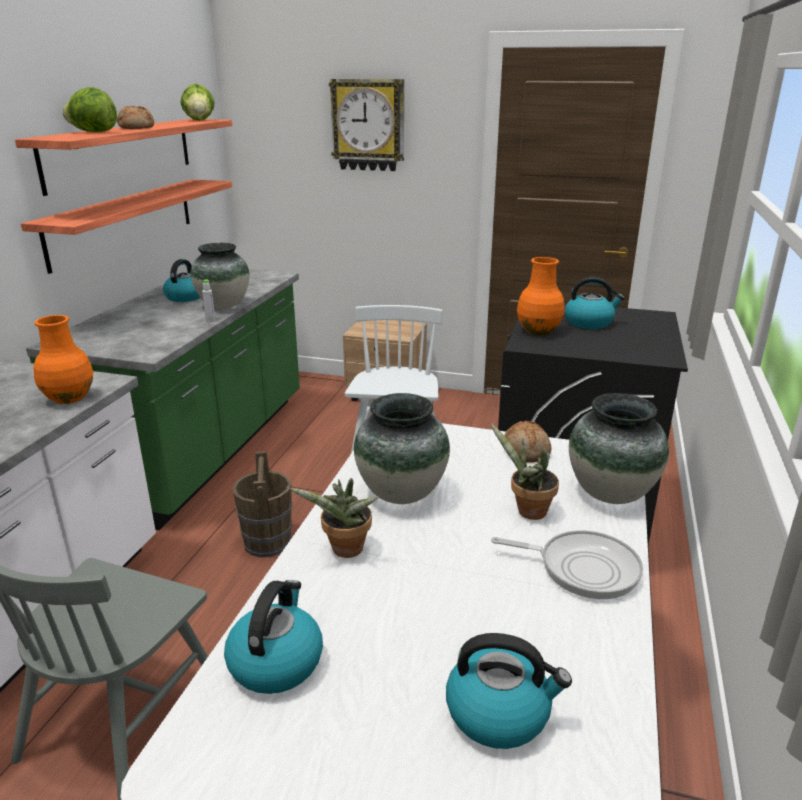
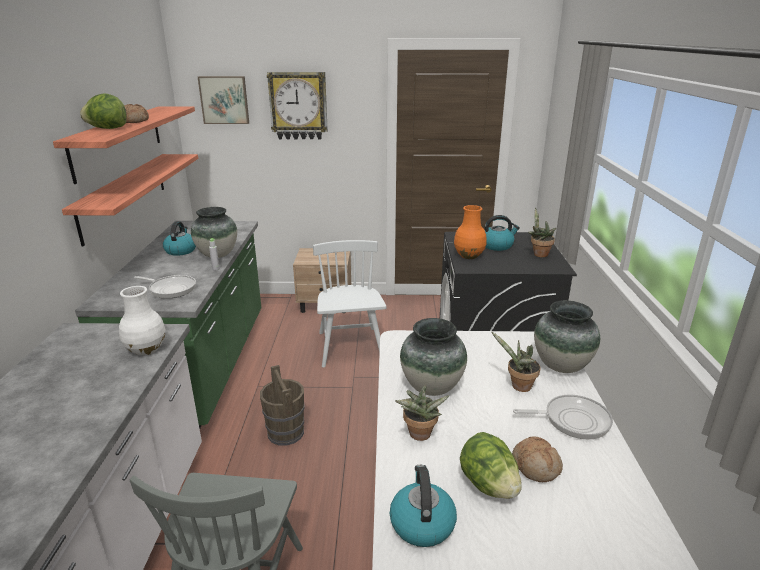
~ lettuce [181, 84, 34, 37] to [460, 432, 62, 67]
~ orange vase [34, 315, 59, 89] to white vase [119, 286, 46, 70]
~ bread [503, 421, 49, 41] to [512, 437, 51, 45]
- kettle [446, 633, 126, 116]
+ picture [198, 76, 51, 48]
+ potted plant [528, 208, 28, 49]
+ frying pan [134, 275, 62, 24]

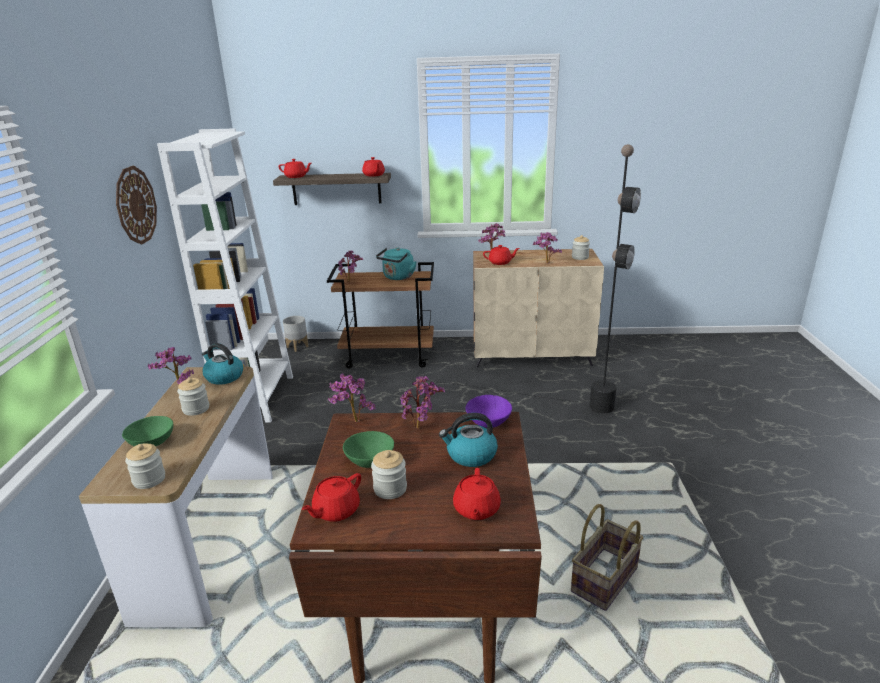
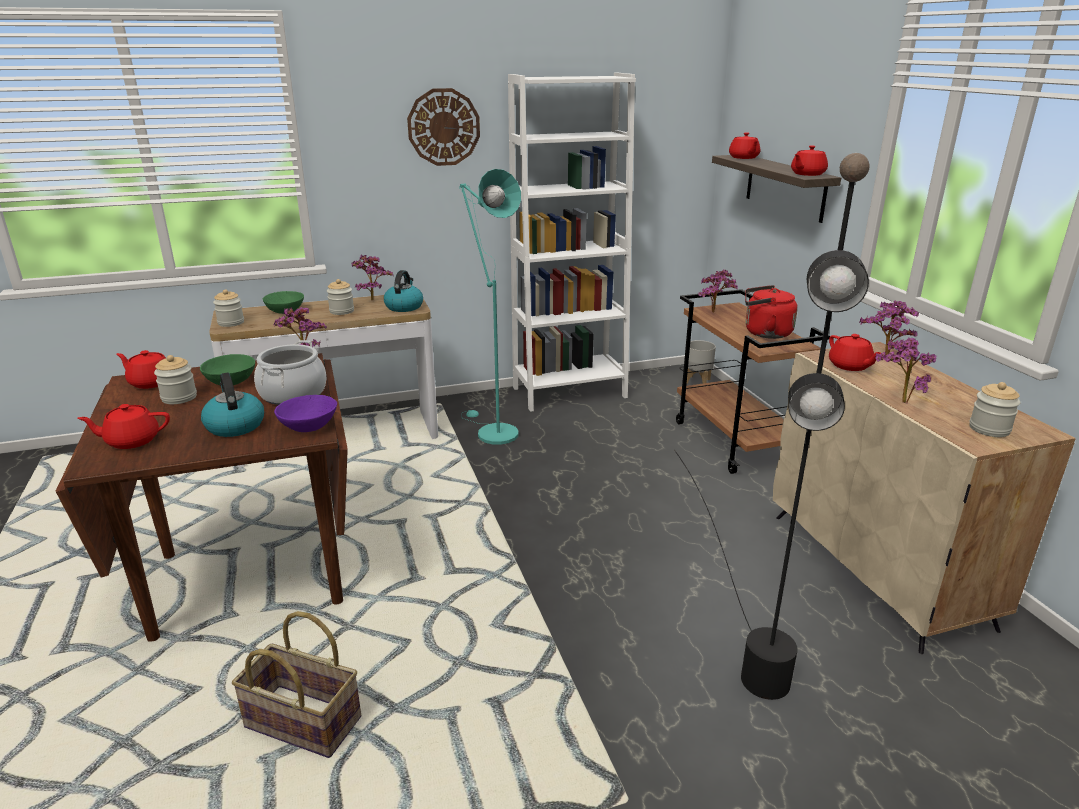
~ turquoise kettle [376, 248, 41, 32] to red kettle [745, 285, 53, 54]
~ potted plant [400, 376, 45, 53] to cooking pot [254, 340, 72, 65]
+ turquoise floor lamp [459, 169, 62, 276]

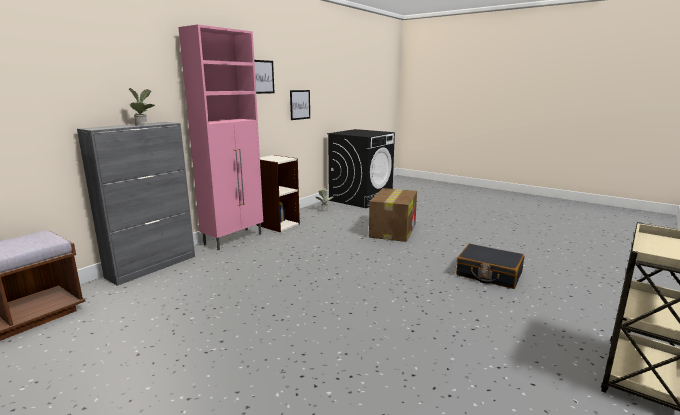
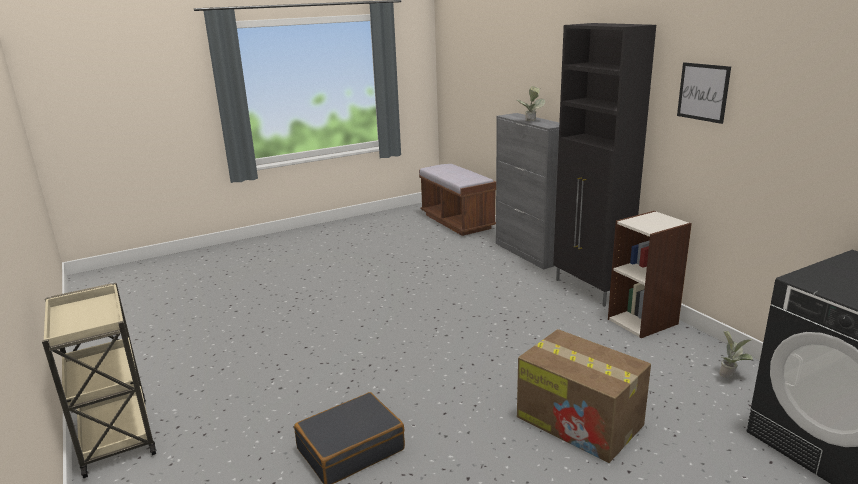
~ pink cabinet [178, 25, 85, 225] to black cabinet [553, 23, 103, 284]
- picture [290, 90, 20, 30]

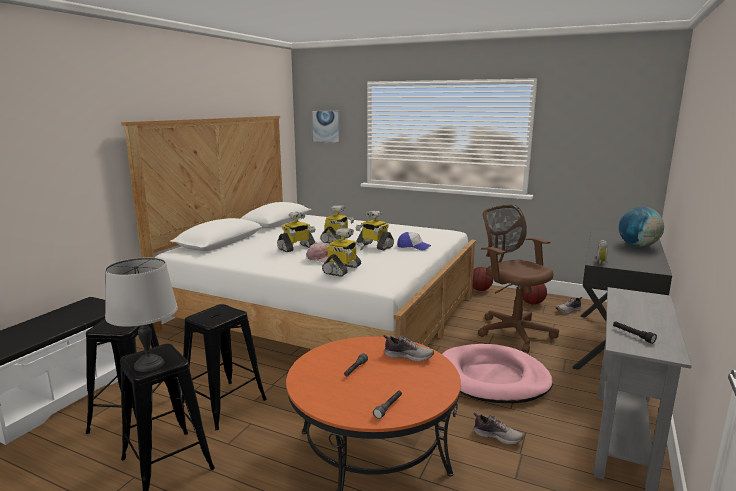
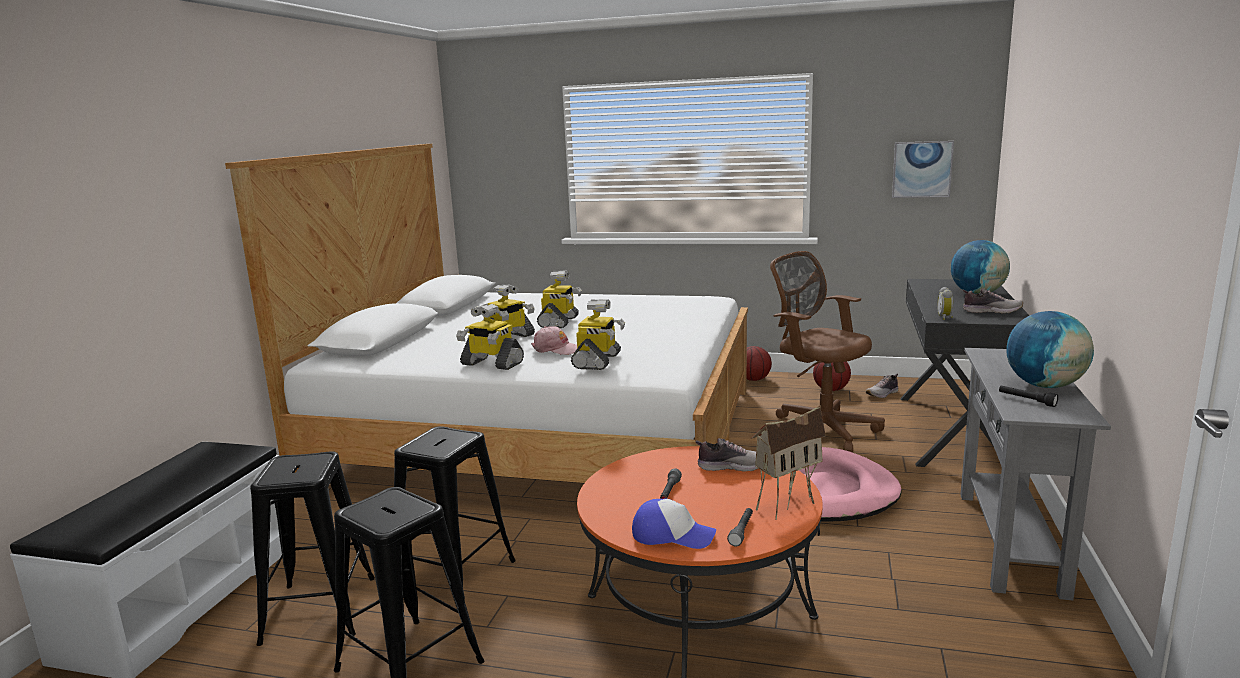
~ picture [311, 110, 30, 33] to [892, 141, 62, 57]
~ toy robot [355, 210, 39, 40] to [456, 304, 68, 66]
~ cap [397, 232, 34, 18] to [632, 498, 84, 51]
- grey table lamp [105, 257, 73, 115]
~ shoe [474, 413, 50, 32] to [963, 288, 60, 25]
+ globe [1006, 311, 88, 77]
+ toy house [751, 405, 75, 115]

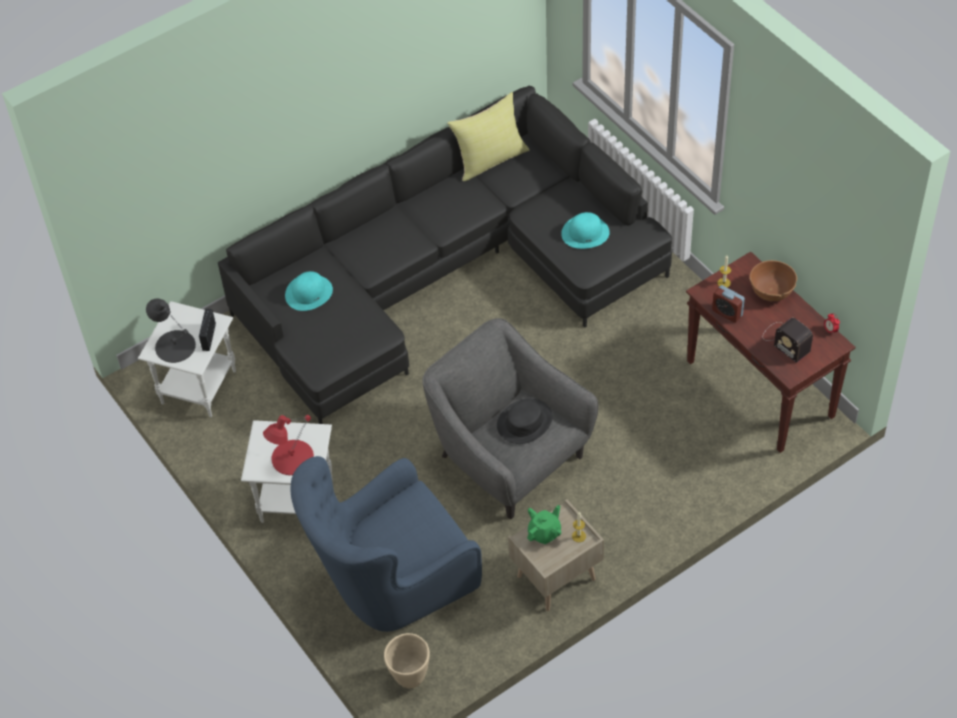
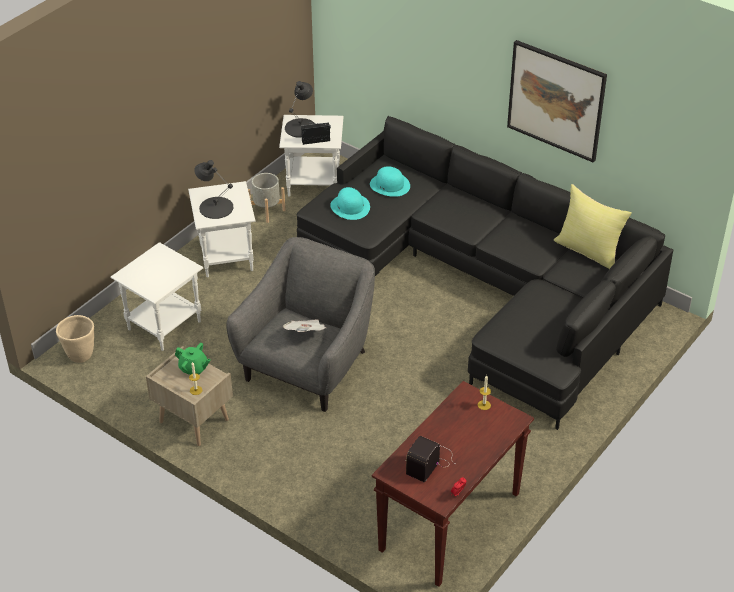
~ turquoise hat [561, 212, 49, 37] to [330, 187, 40, 33]
- brown bowl [749, 260, 48, 42]
- alarm clock [712, 285, 33, 38]
~ black hat [497, 398, 56, 46] to newspaper [283, 319, 43, 13]
~ red table lamp [263, 415, 51, 60] to black table lamp [194, 160, 39, 59]
~ blue armchair [290, 456, 192, 176] to white side table [110, 242, 93, 109]
+ picture [507, 40, 100, 122]
+ grey planter [248, 173, 37, 50]

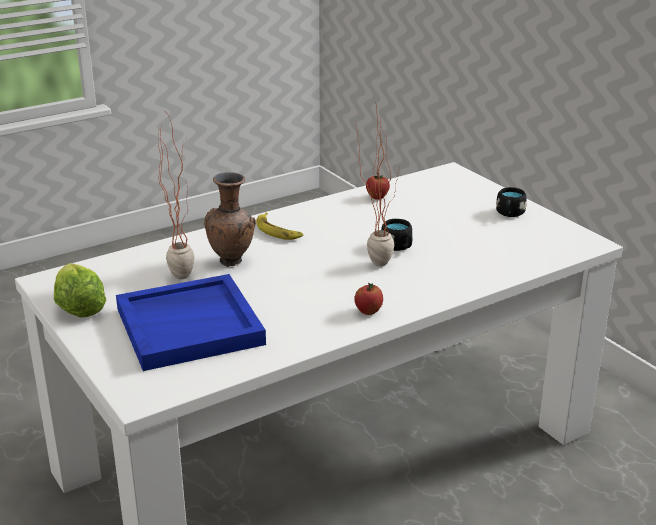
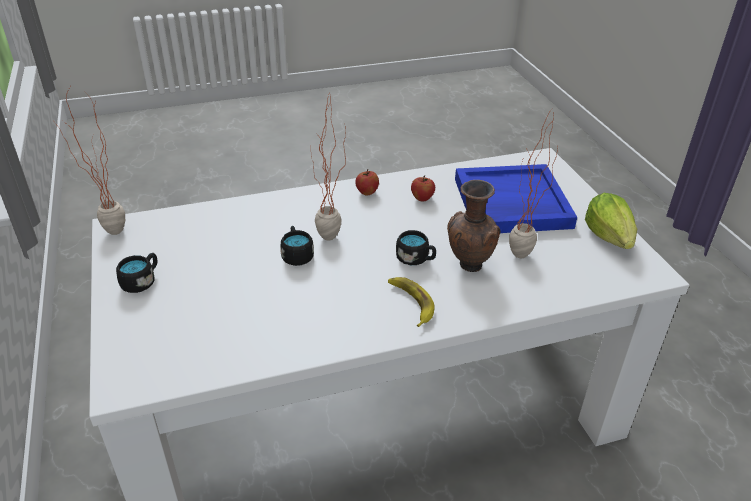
~ apple [366, 173, 24, 27] to [411, 175, 24, 27]
+ potted plant [53, 87, 72, 148]
+ black mug [396, 230, 40, 35]

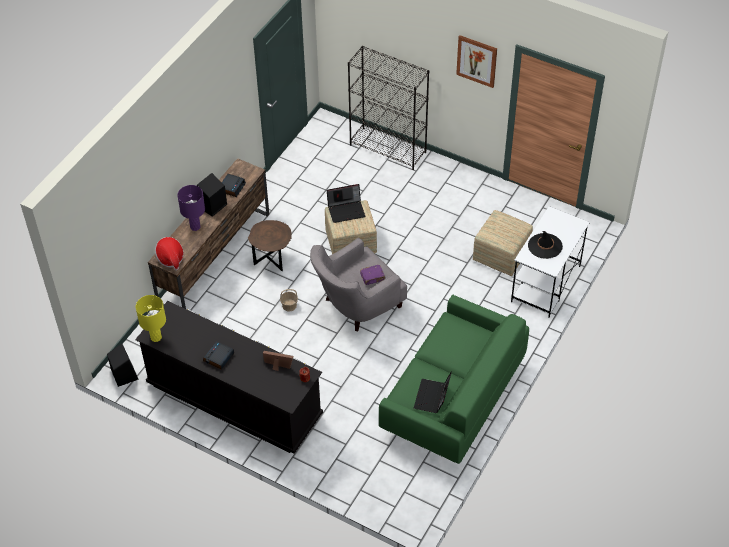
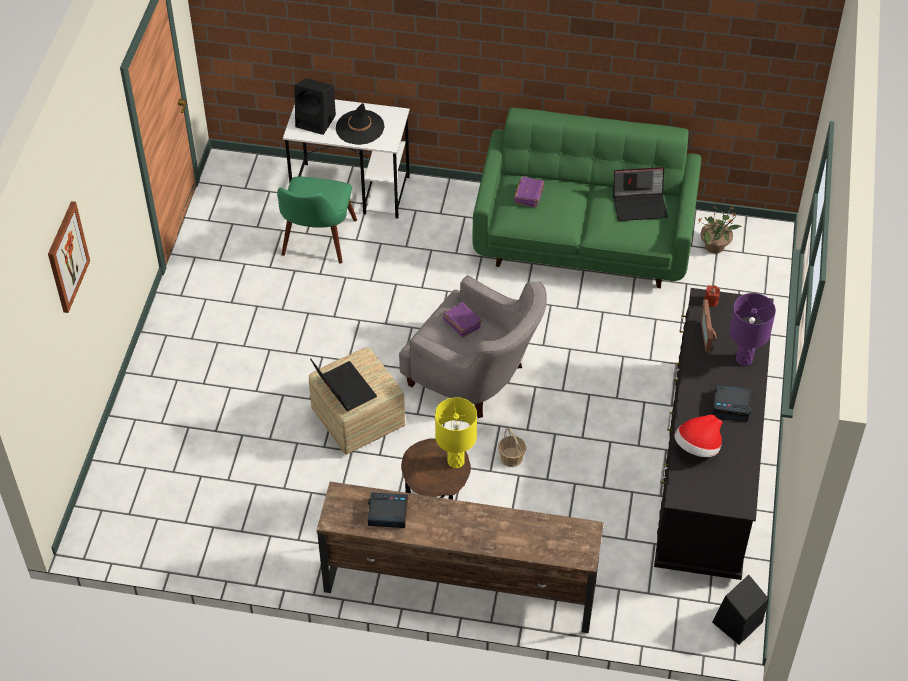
~ picture [456, 35, 41, 53] to [48, 201, 42, 112]
- black bookcase [348, 46, 81, 124]
~ black speaker [197, 173, 30, 44] to [294, 78, 42, 57]
~ purple table lamp [177, 185, 28, 46] to [729, 293, 47, 73]
~ ottoman [473, 210, 60, 66] to green chair [277, 177, 80, 87]
~ hat [155, 237, 29, 34] to [675, 415, 48, 42]
~ yellow table lamp [136, 295, 30, 47] to [435, 397, 42, 71]
+ purple book [514, 176, 30, 31]
+ potted plant [698, 205, 44, 48]

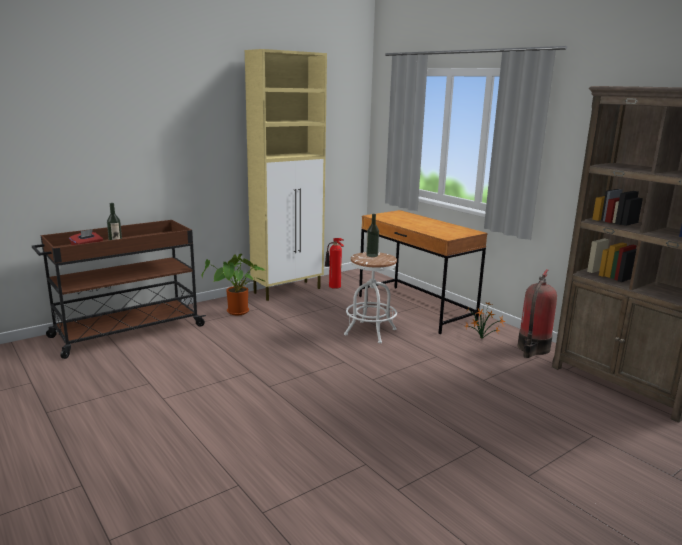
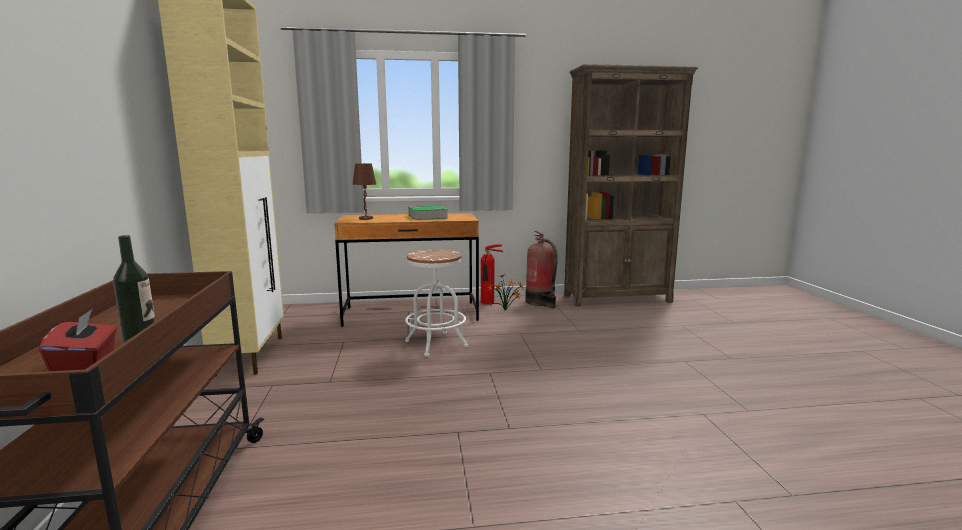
- bottle [367, 214, 12, 43]
~ fire extinguisher [325, 238, 19, 51] to [481, 244, 22, 60]
- potted plant [201, 254, 64, 61]
+ brown table lamp [353, 163, 23, 57]
+ book [408, 206, 40, 14]

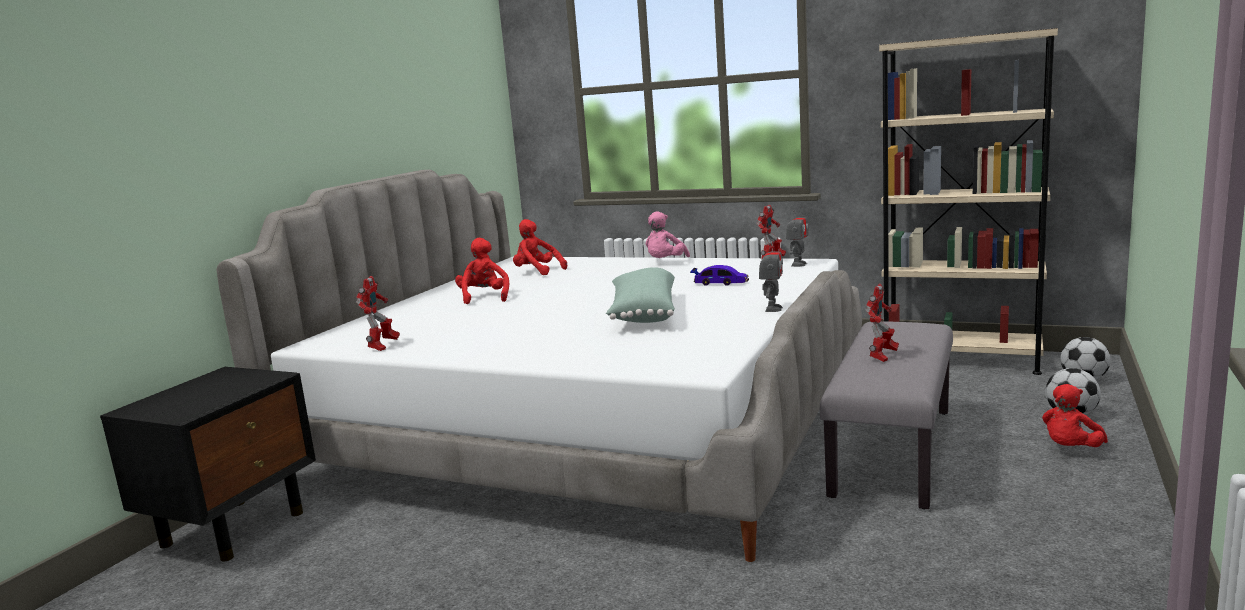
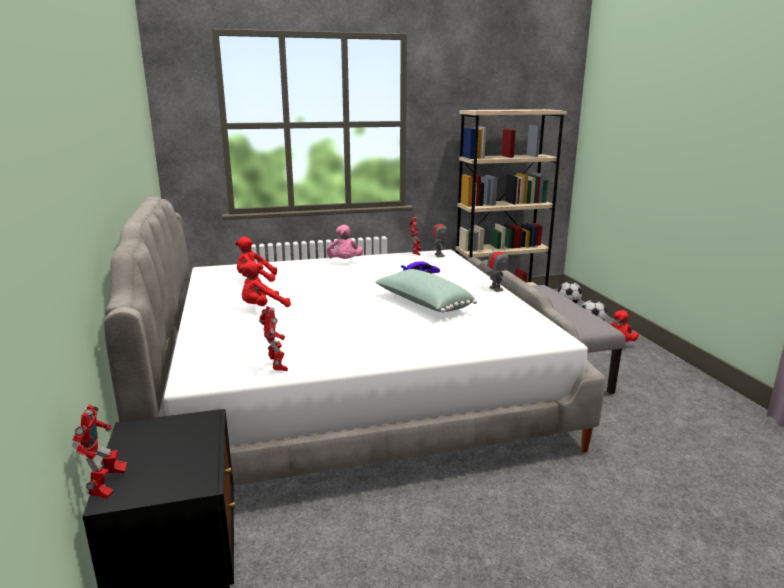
~ red plush toy [455, 238, 54, 66] = [239, 261, 52, 46] 75 degrees counterclockwise
~ toy robot [865, 284, 34, 78] to [72, 405, 55, 94]

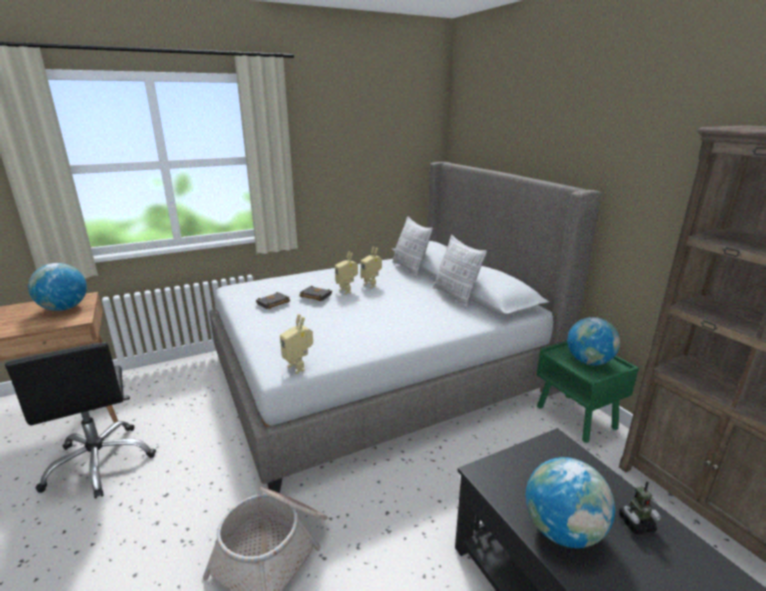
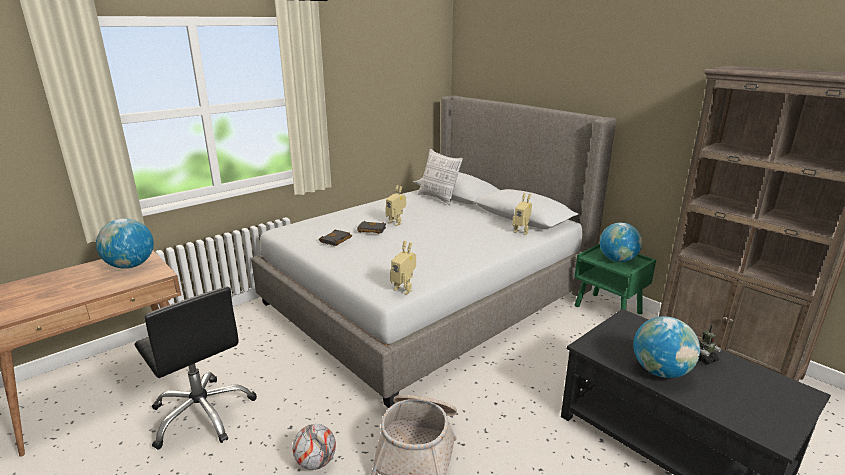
- pillow [432, 235, 55, 73]
~ toy robot [360, 247, 22, 41] to [512, 193, 20, 42]
+ football [292, 424, 44, 46]

